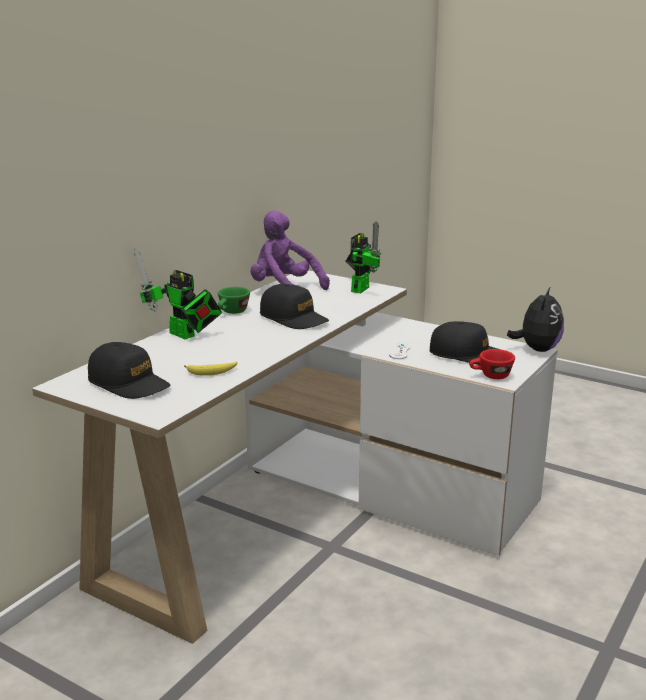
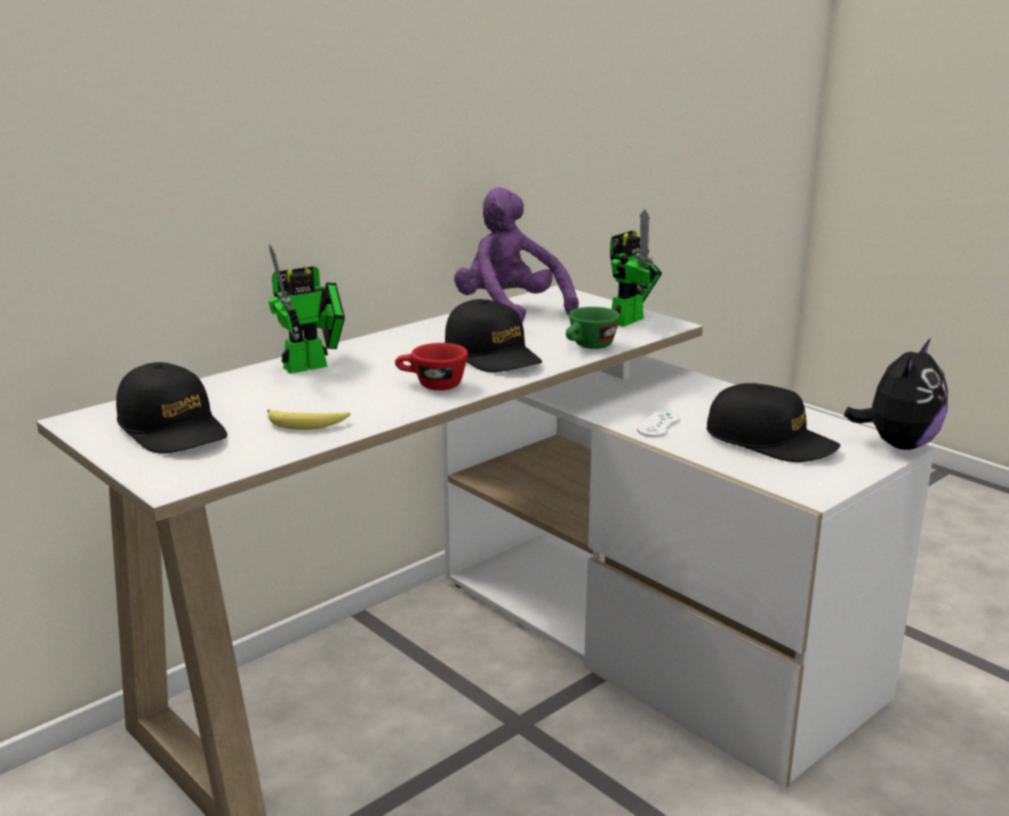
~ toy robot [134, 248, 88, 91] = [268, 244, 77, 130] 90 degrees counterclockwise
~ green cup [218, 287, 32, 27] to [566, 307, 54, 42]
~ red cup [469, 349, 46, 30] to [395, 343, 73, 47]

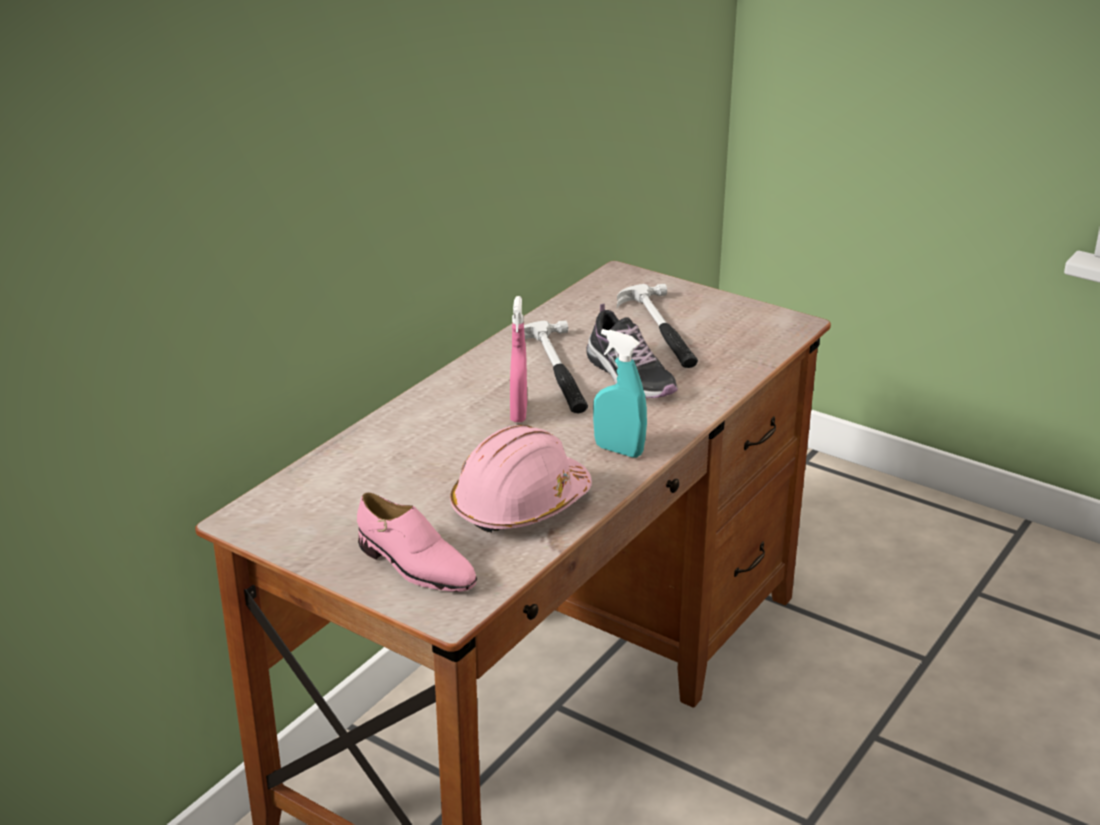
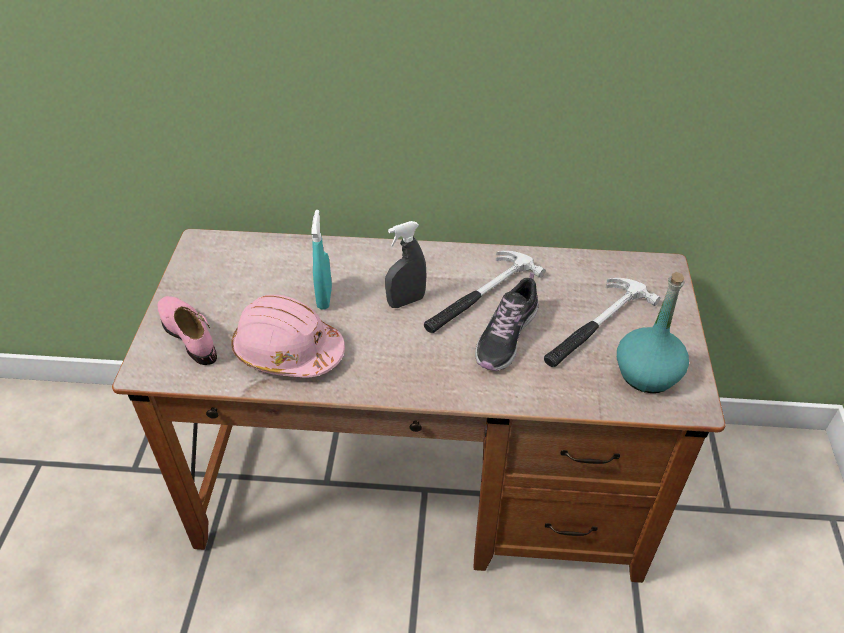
~ pink spray bottle [510, 296, 17, 126] to grey spray bottle [385, 221, 42, 87]
~ turquoise spray bottle [593, 329, 54, 129] to [311, 210, 21, 100]
~ pink shoe [357, 493, 120, 99] = [158, 296, 59, 69] 135 degrees clockwise
+ turquoise bottle [617, 272, 72, 121]

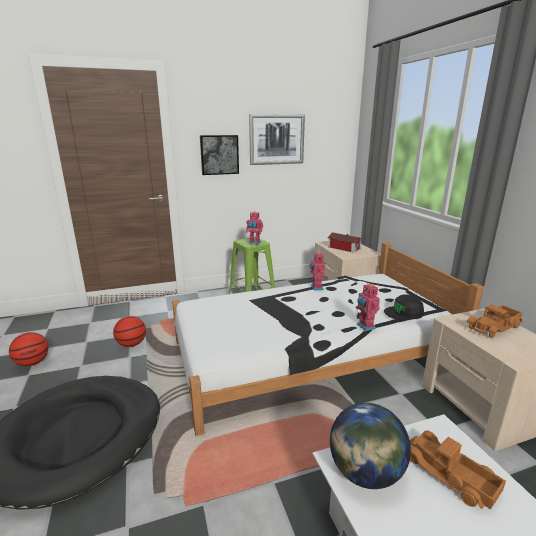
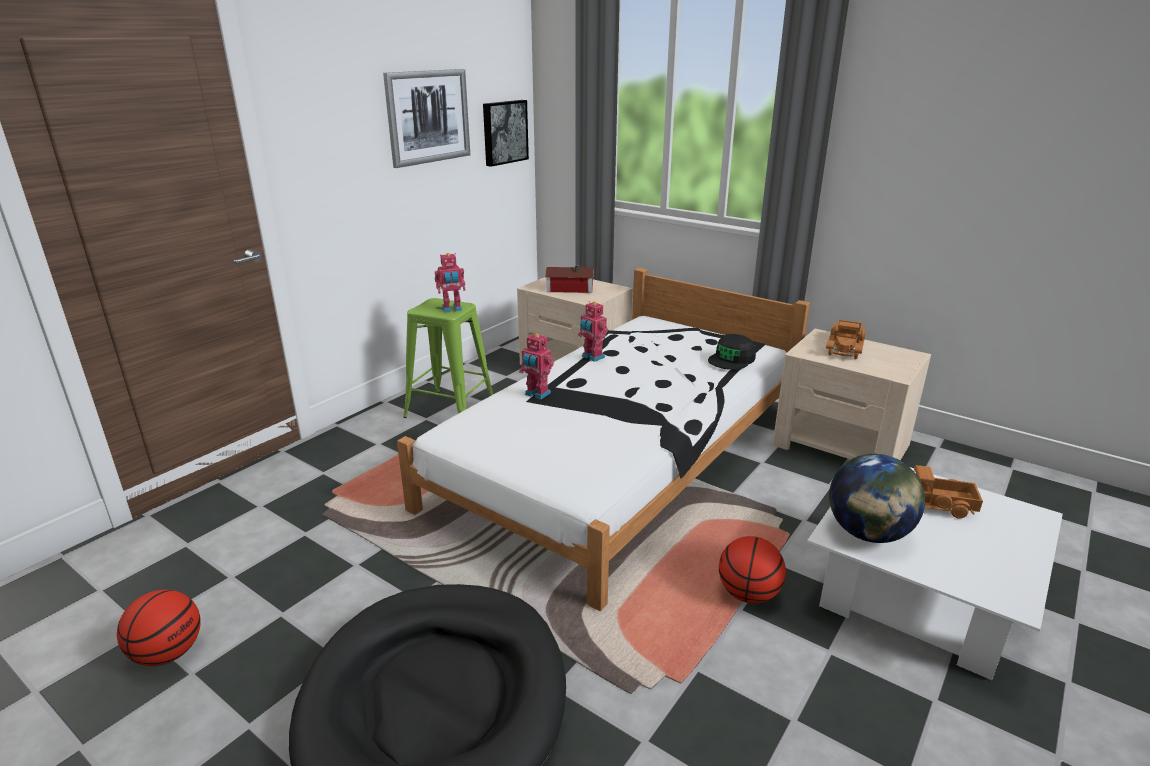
~ picture [200, 135, 39, 40] to [483, 100, 46, 67]
~ toy robot [356, 284, 24, 47] to [519, 333, 35, 67]
~ basketball [113, 316, 33, 31] to [719, 536, 67, 68]

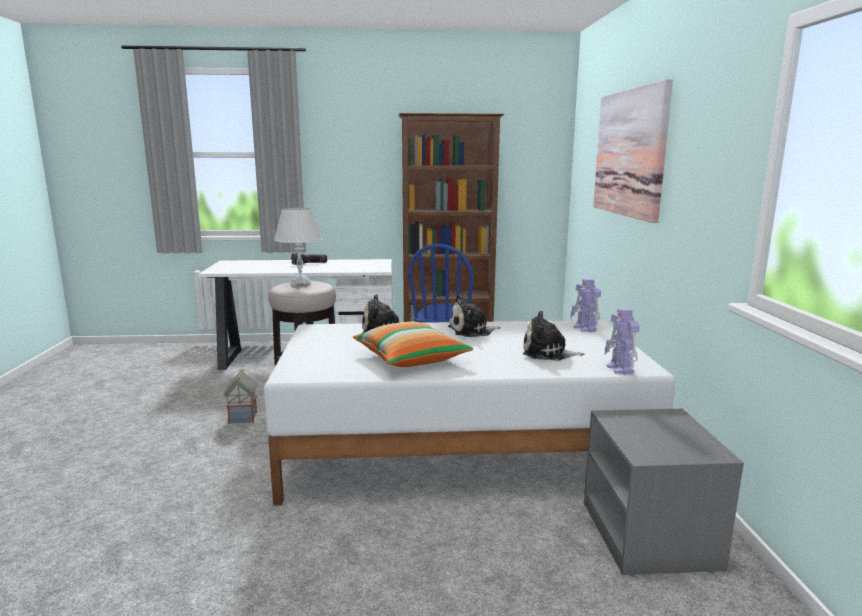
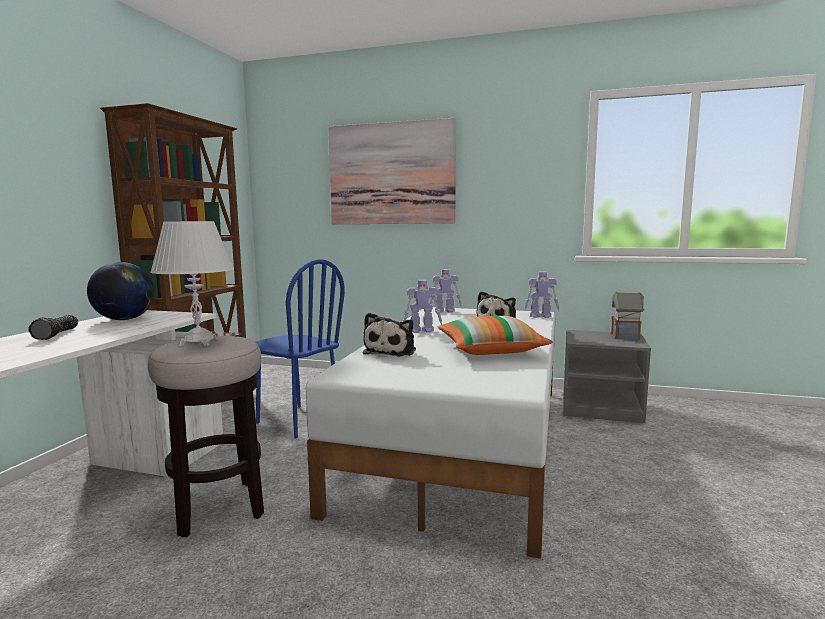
~ plush toy [448, 295, 52, 42] to toy robot [403, 280, 39, 53]
~ toy house [223, 369, 34, 55] to [611, 291, 33, 49]
+ globe [87, 262, 68, 58]

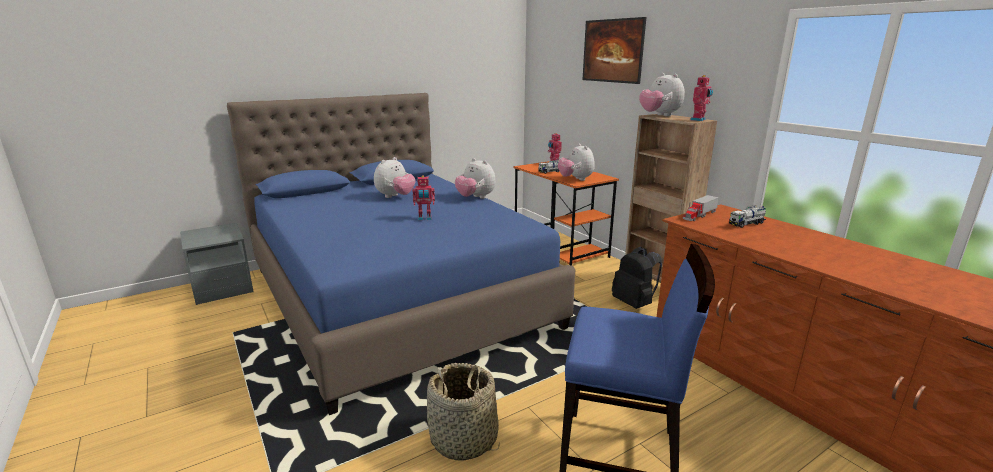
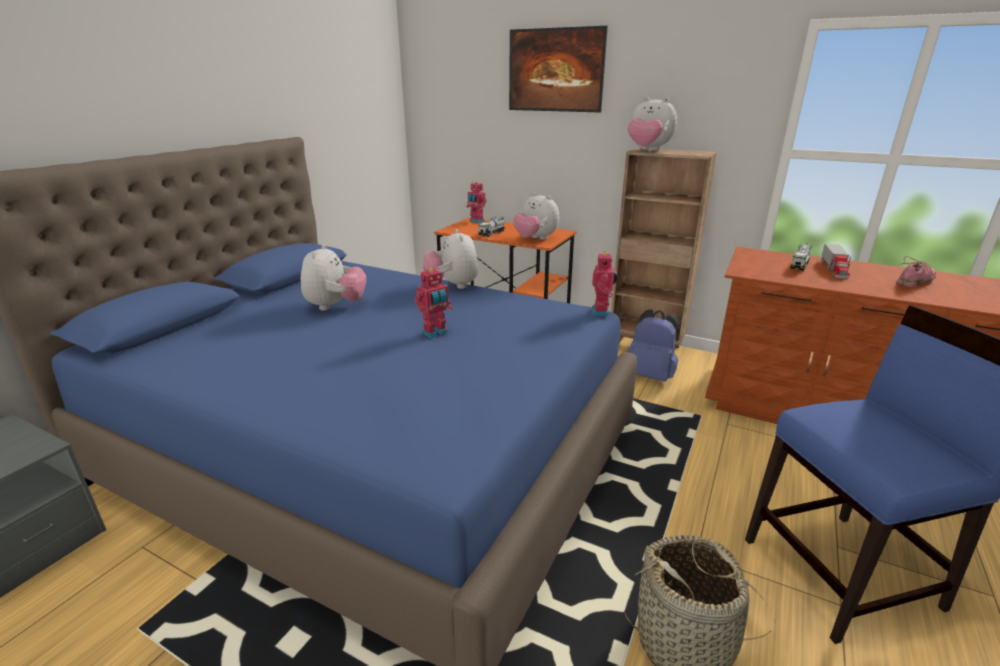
~ toy robot [690, 75, 23, 46] to [591, 251, 27, 65]
~ plush toy [455, 158, 41, 41] = [423, 229, 56, 60] 60 degrees clockwise
~ toy truck [683, 195, 36, 26] to [821, 244, 30, 35]
~ black backpack [612, 247, 50, 62] to blue backpack [627, 309, 53, 72]
+ pink shoe [896, 256, 40, 32]

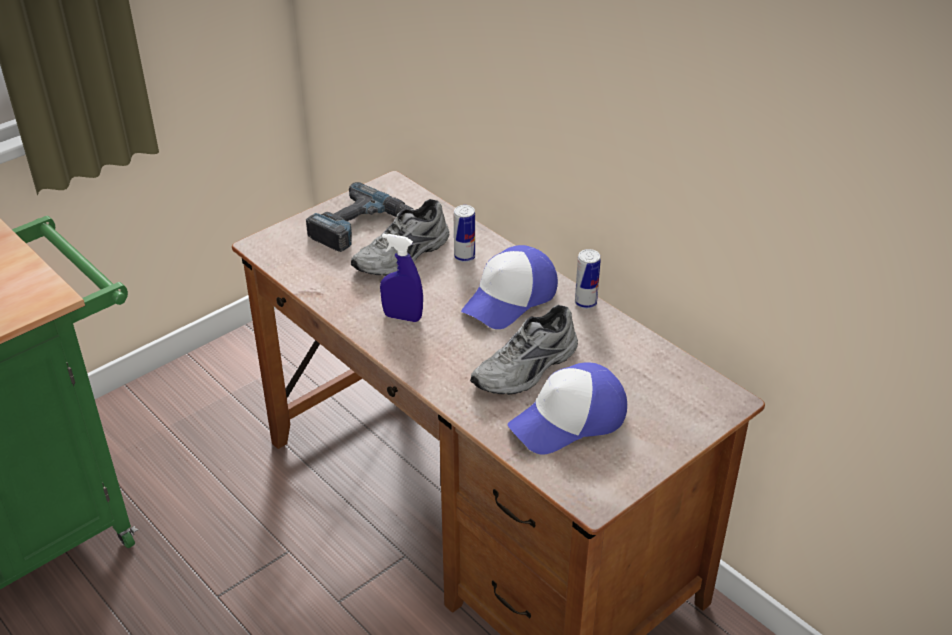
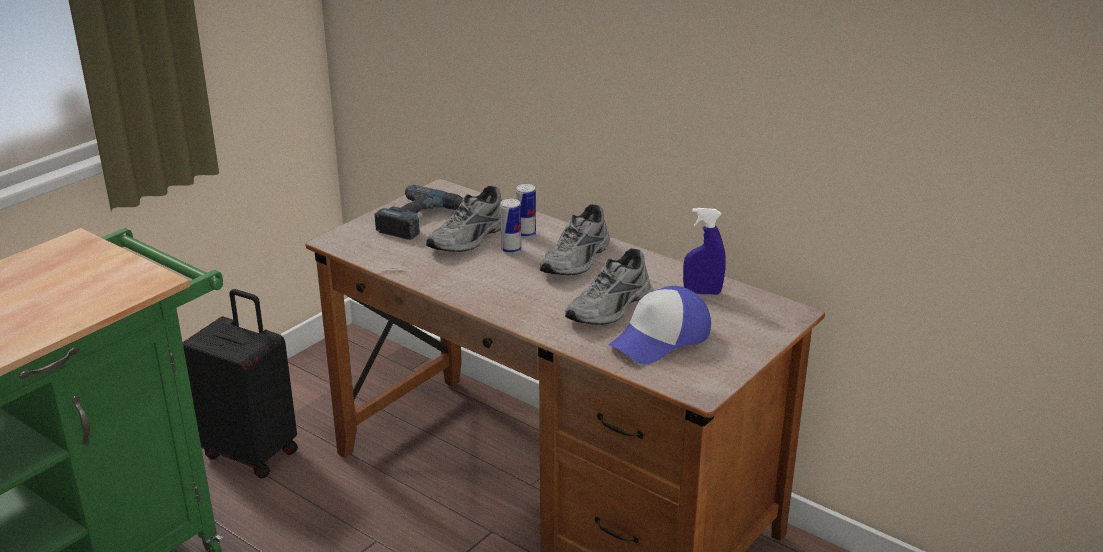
~ blue spray bottle [380, 234, 43, 88] to [683, 208, 43, 87]
~ cap [461, 245, 97, 84] to grey shoe [540, 204, 70, 71]
~ can [575, 249, 26, 60] to [500, 199, 21, 55]
+ black suitcase [183, 289, 115, 190]

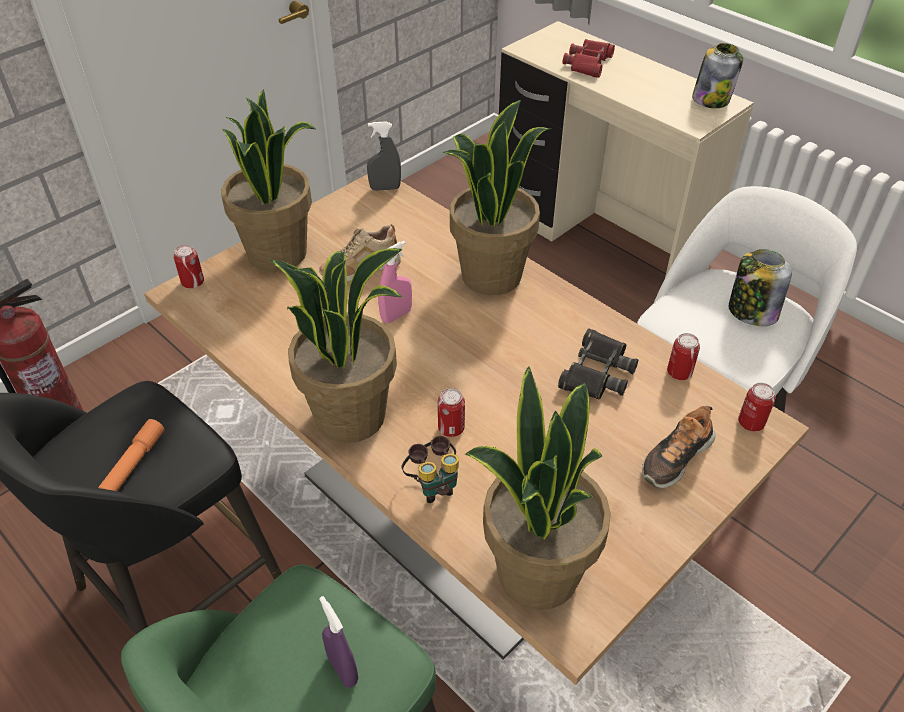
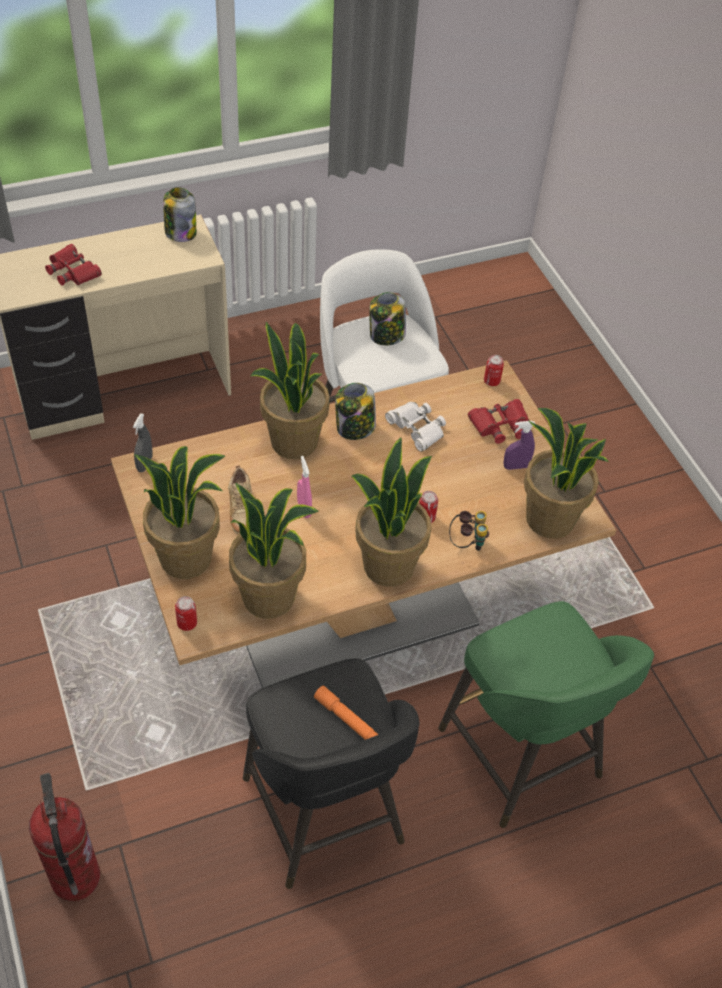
~ black binoculars [558, 328, 80, 71] to white binoculars [385, 402, 61, 50]
- can [667, 333, 33, 47]
~ shoe [642, 406, 73, 82] to red binoculars [468, 399, 62, 45]
~ purple spray bottle [319, 596, 39, 92] to [503, 421, 32, 49]
+ jar [335, 383, 41, 57]
+ potted plant [229, 482, 90, 136]

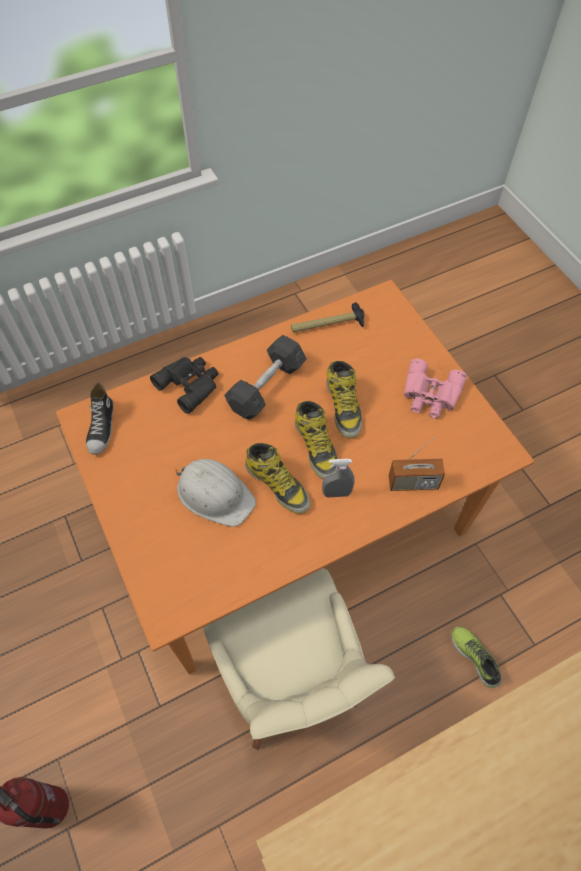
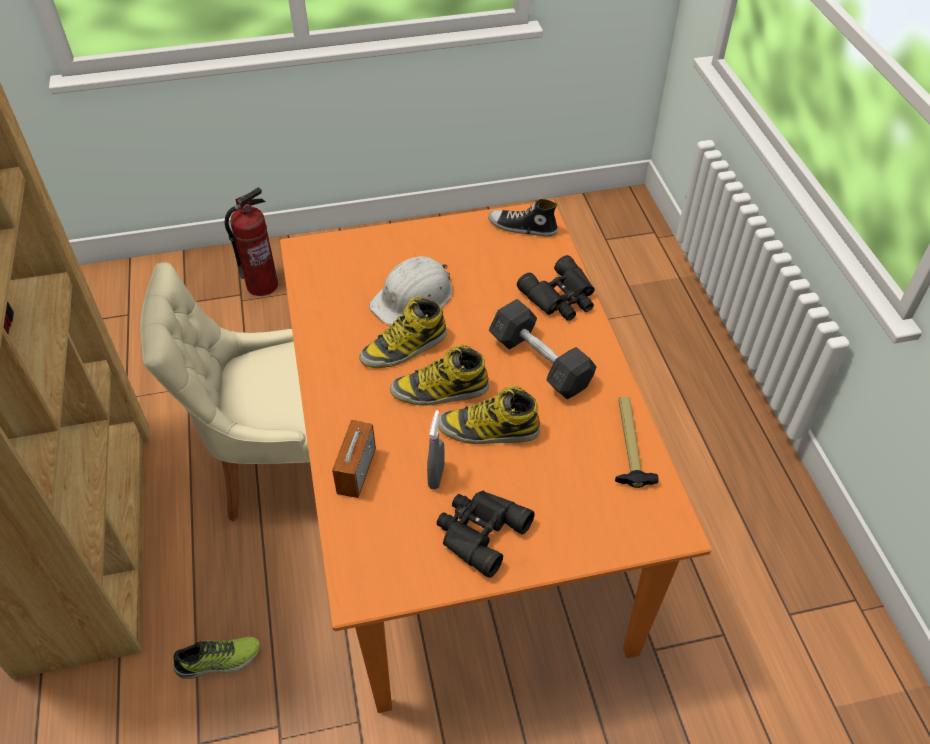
~ pink binoculars [404, 359, 63, 60] to black binoculars [437, 491, 98, 87]
~ grey spray bottle [322, 459, 32, 39] to [427, 410, 18, 80]

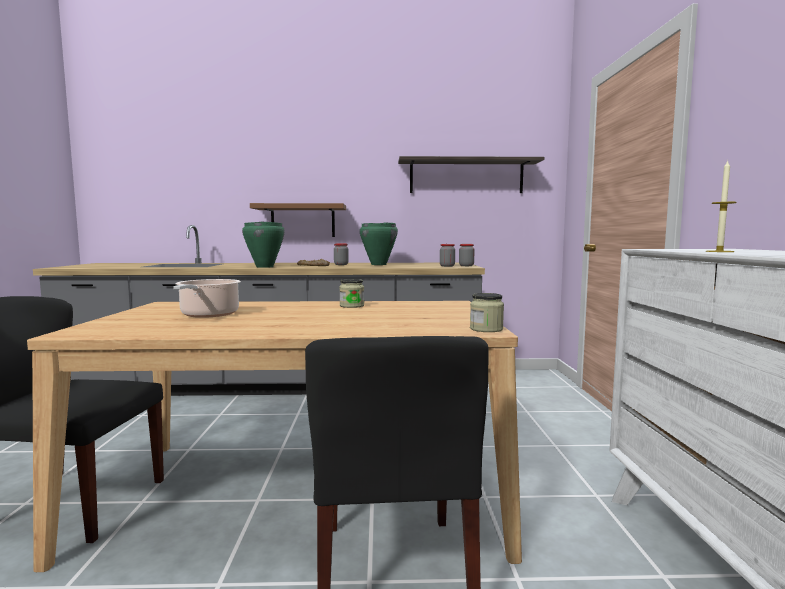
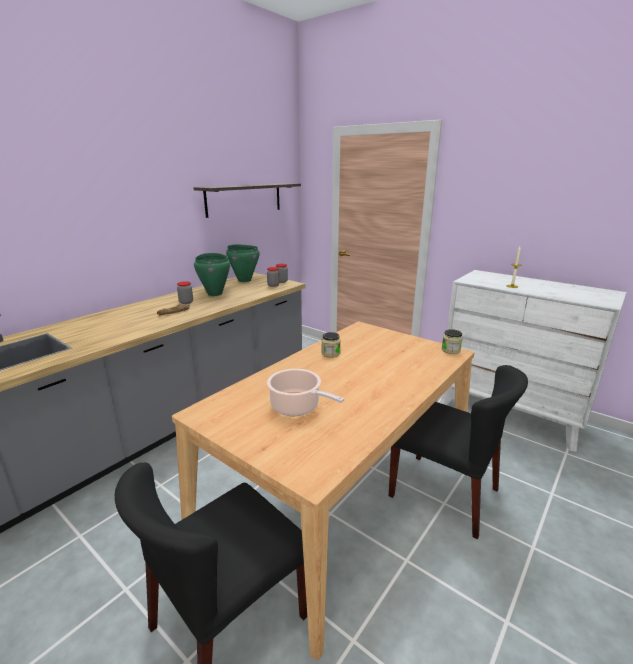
- brown shelf [250, 203, 96, 34]
~ green cooking pot [242, 222, 43, 46] to [226, 244, 34, 38]

